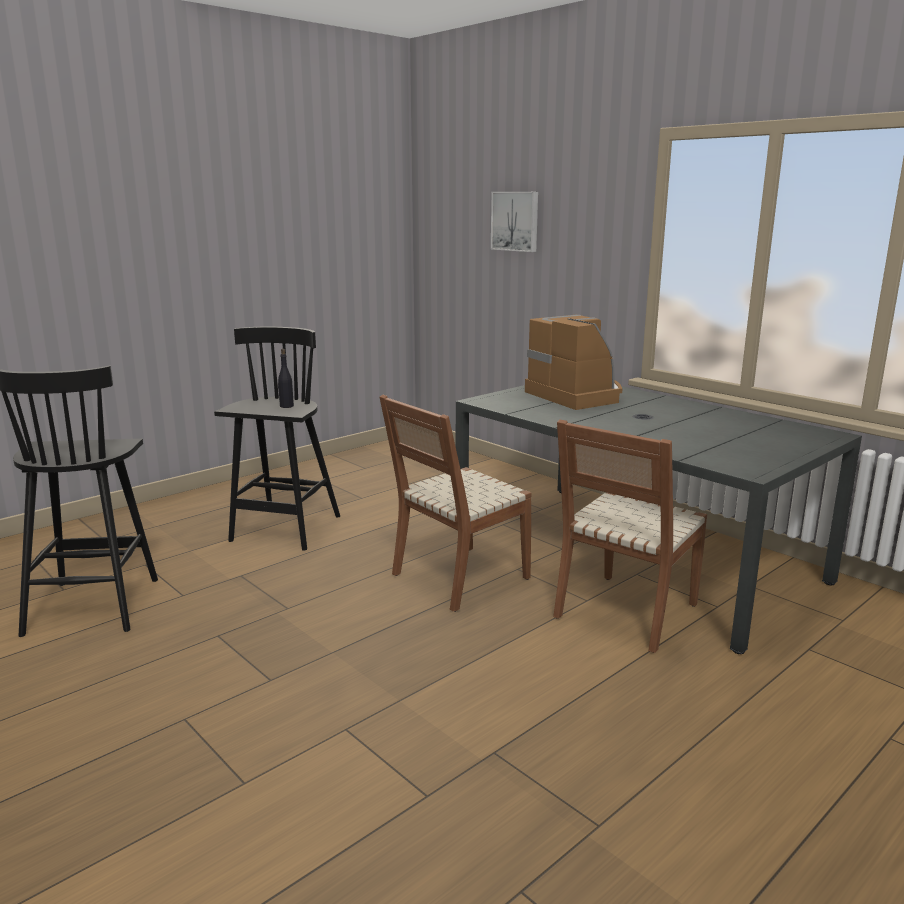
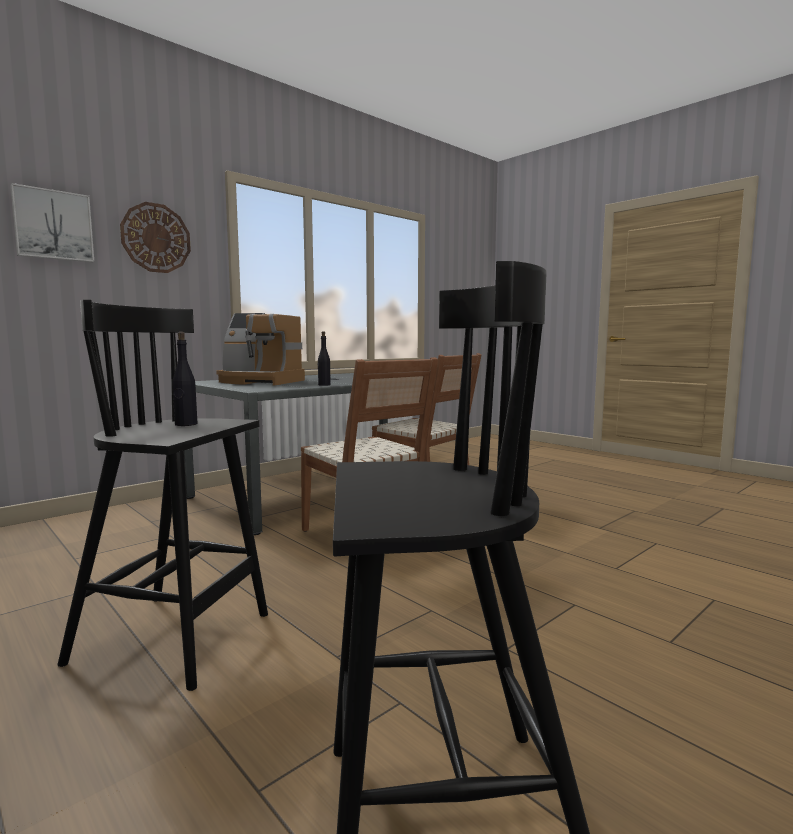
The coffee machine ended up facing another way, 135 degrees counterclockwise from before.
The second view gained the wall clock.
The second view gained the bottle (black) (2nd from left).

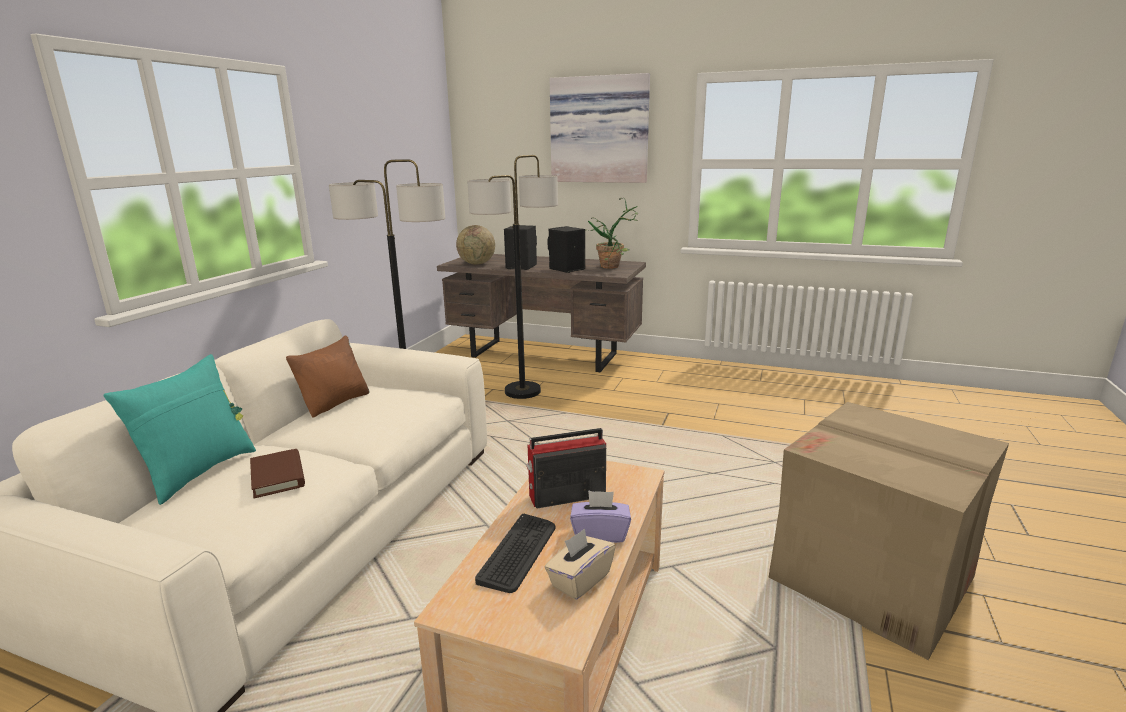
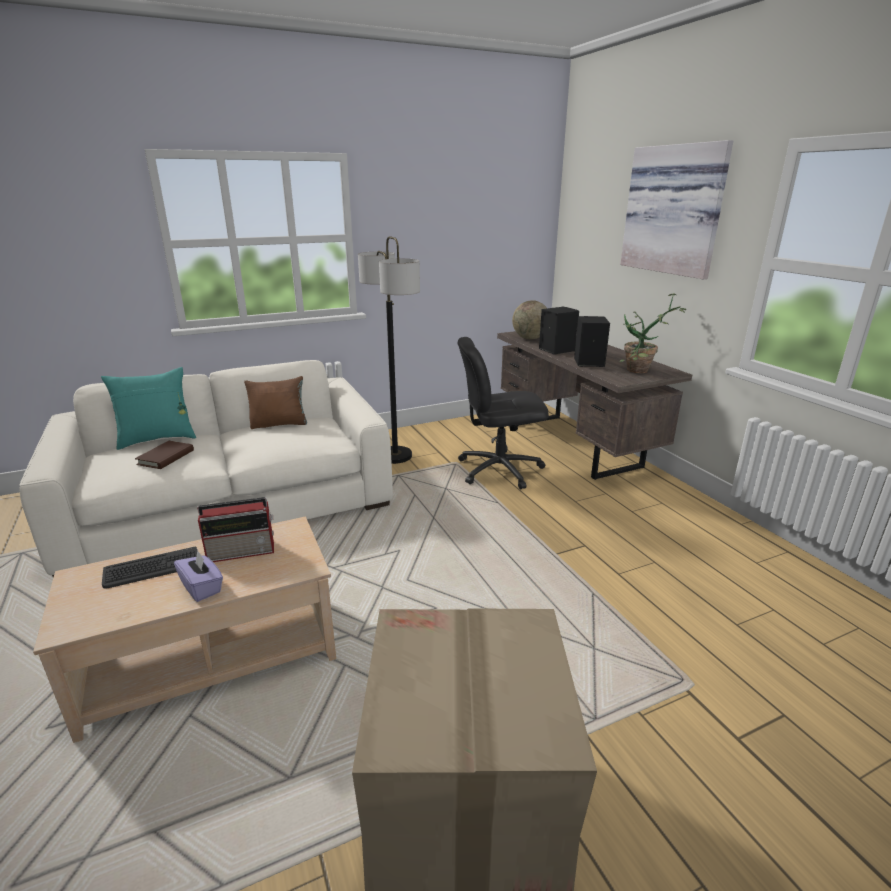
Where the floor lamp (2nd from left) stood, the office chair (black) came to stand.
The radio ended up facing another way, 135 degrees clockwise from before.
The second view lost the tissue box (beige).

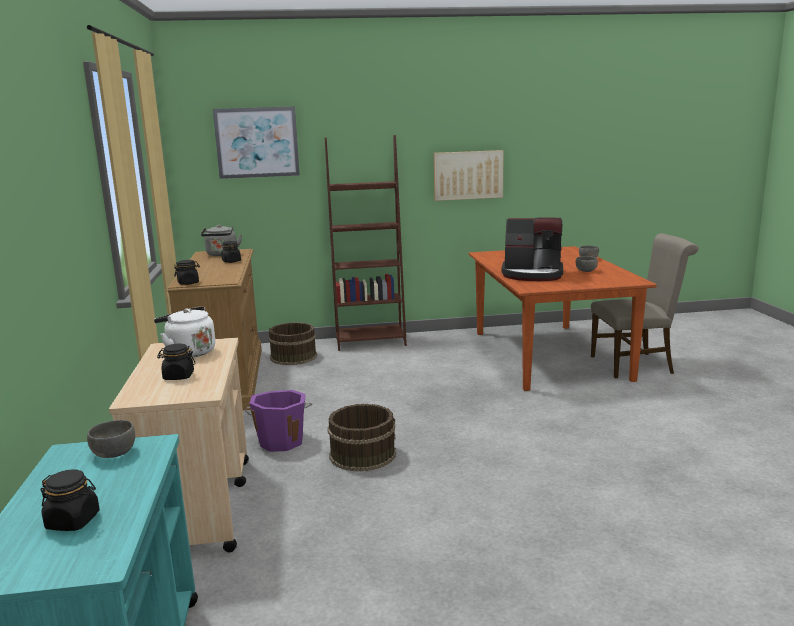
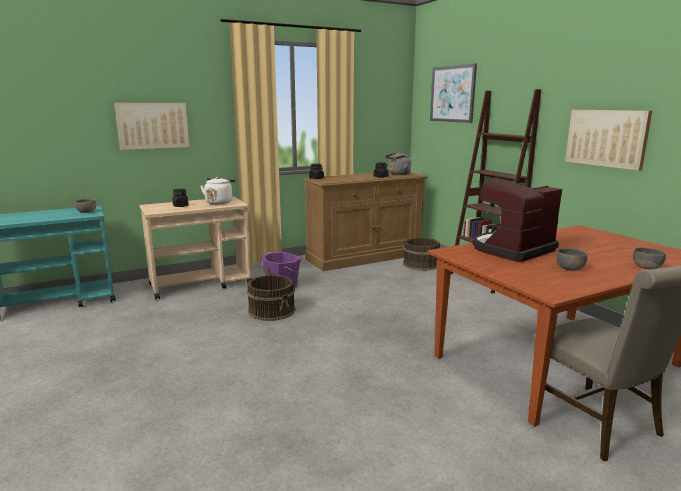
The second view lost the jar (black) (1st from left).
The coffee machine ended up facing another way, 60 degrees clockwise from before.
The second view gained the picture (1st from left).

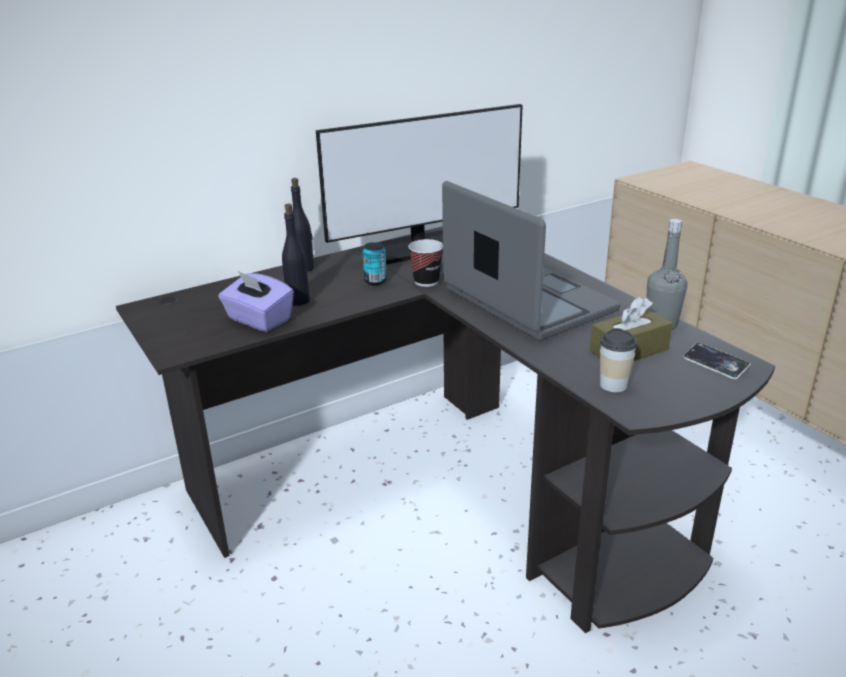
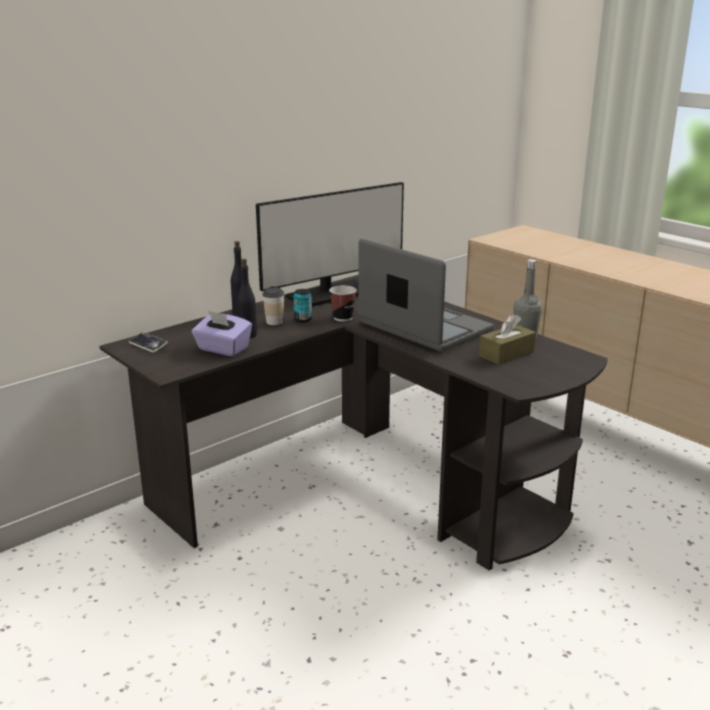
The cup (2nd from left in the first image) ended up elsewhere.
The phone ended up elsewhere.

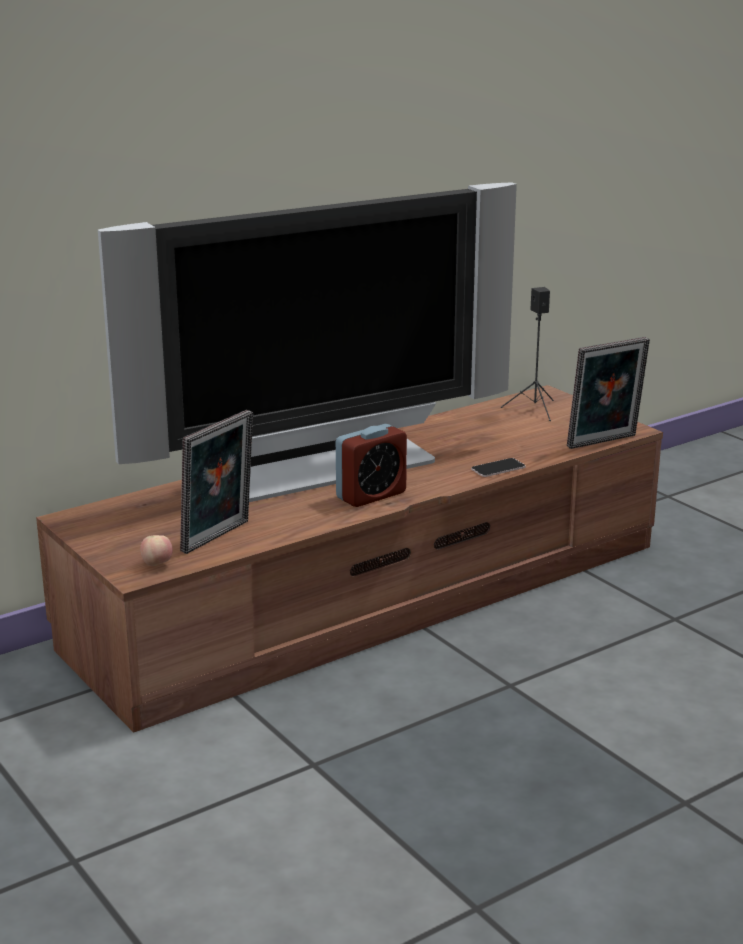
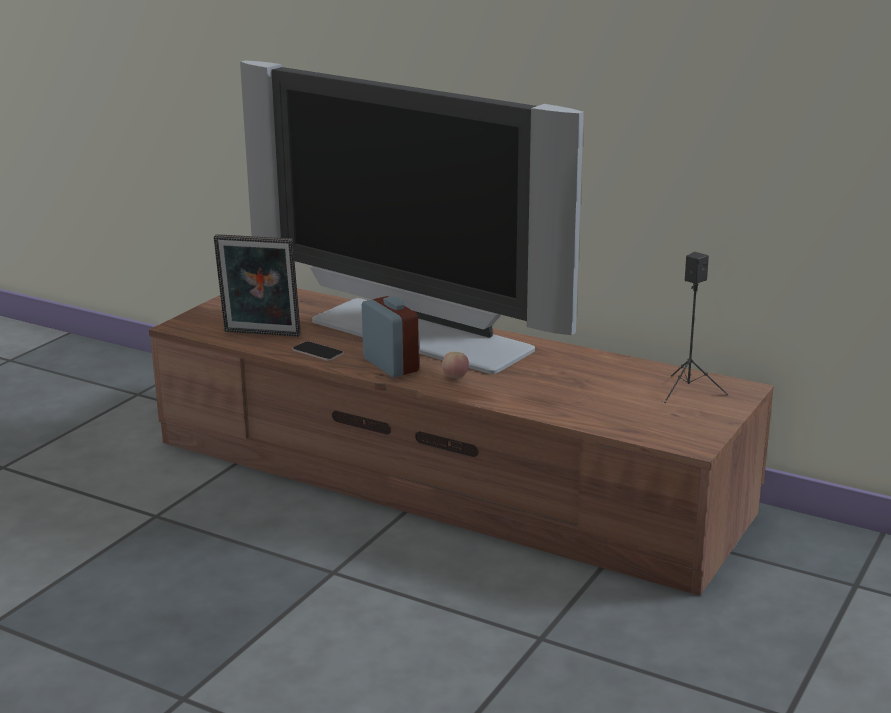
The apple ended up elsewhere.
The alarm clock ended up facing another way, 150 degrees counterclockwise from before.
The phone ended up elsewhere.
The second view lost the picture frame (2nd from left).

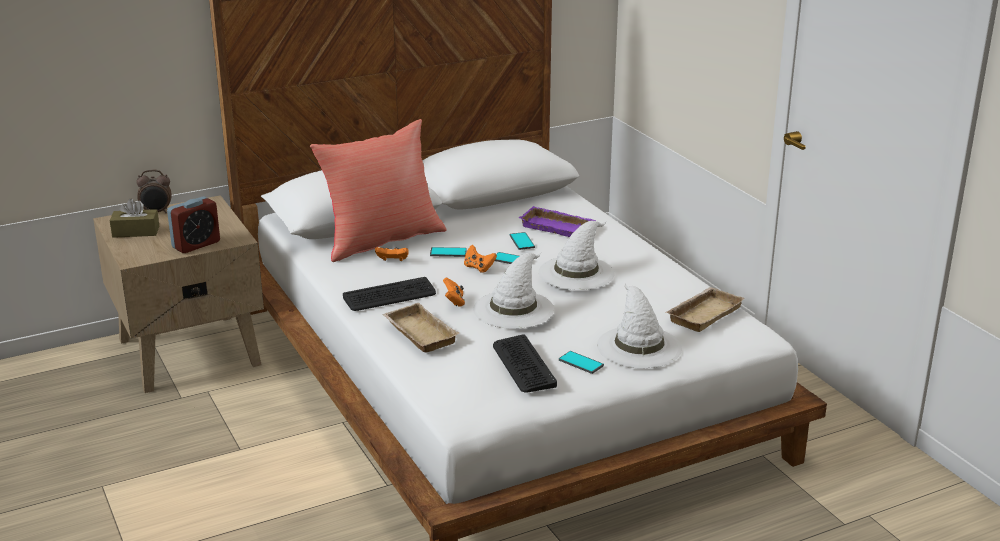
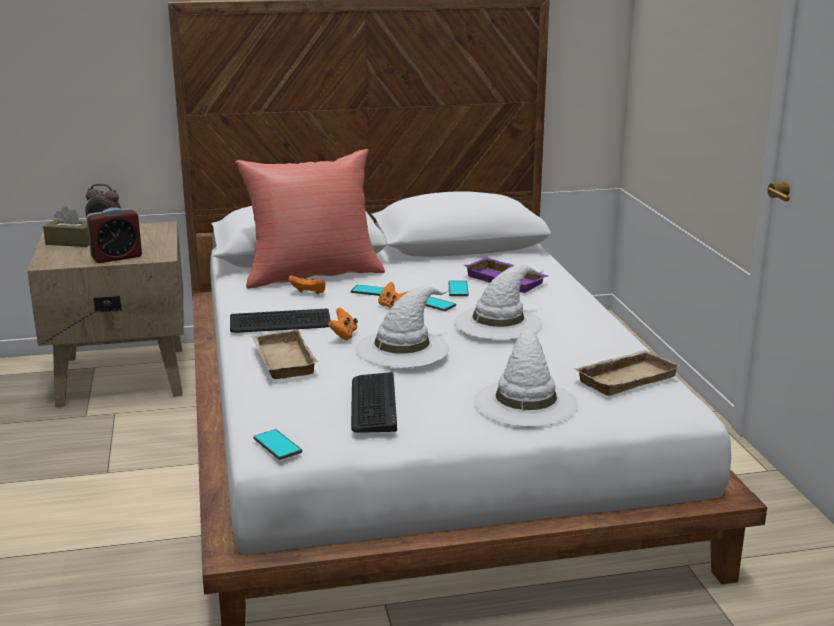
The phone (4th from left in the first image) ended up elsewhere.

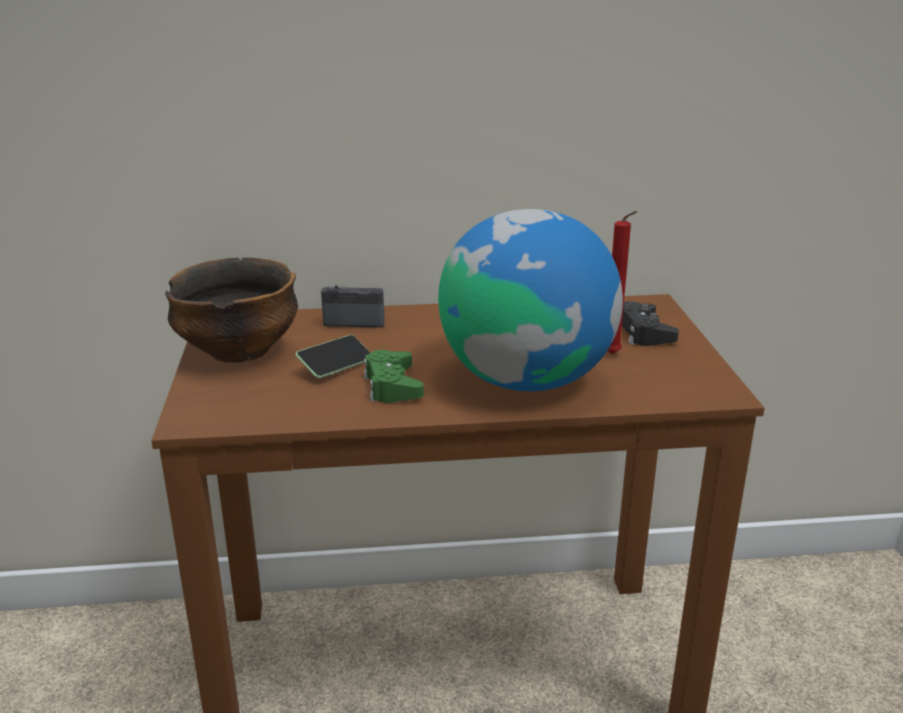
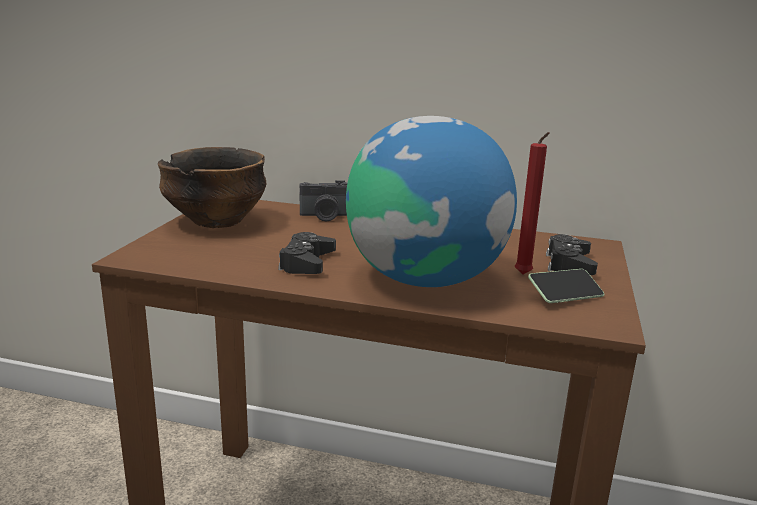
The phone ended up elsewhere.
The photo camera ended up facing another way, 150 degrees clockwise from before.
What was the game controller (green) turned into the game controller (black) (1st from left).

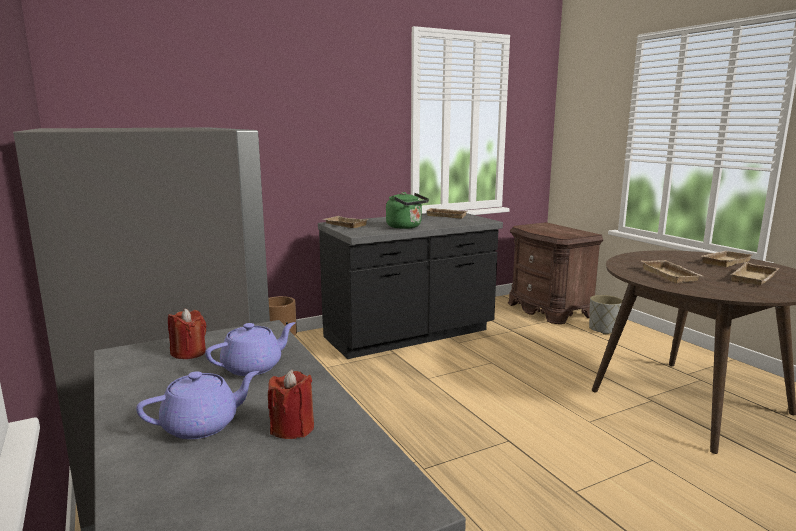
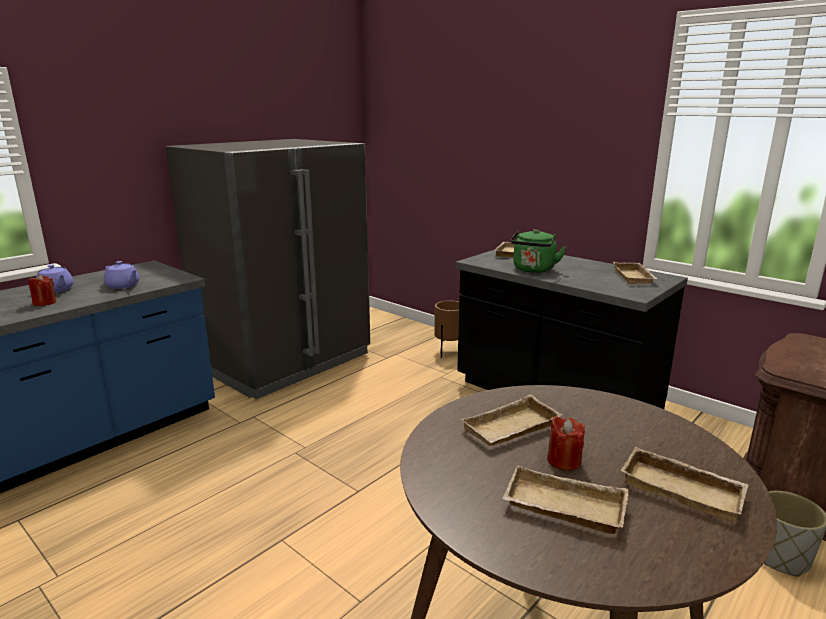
The candle (red) (1st from left in the first image) ended up elsewhere.

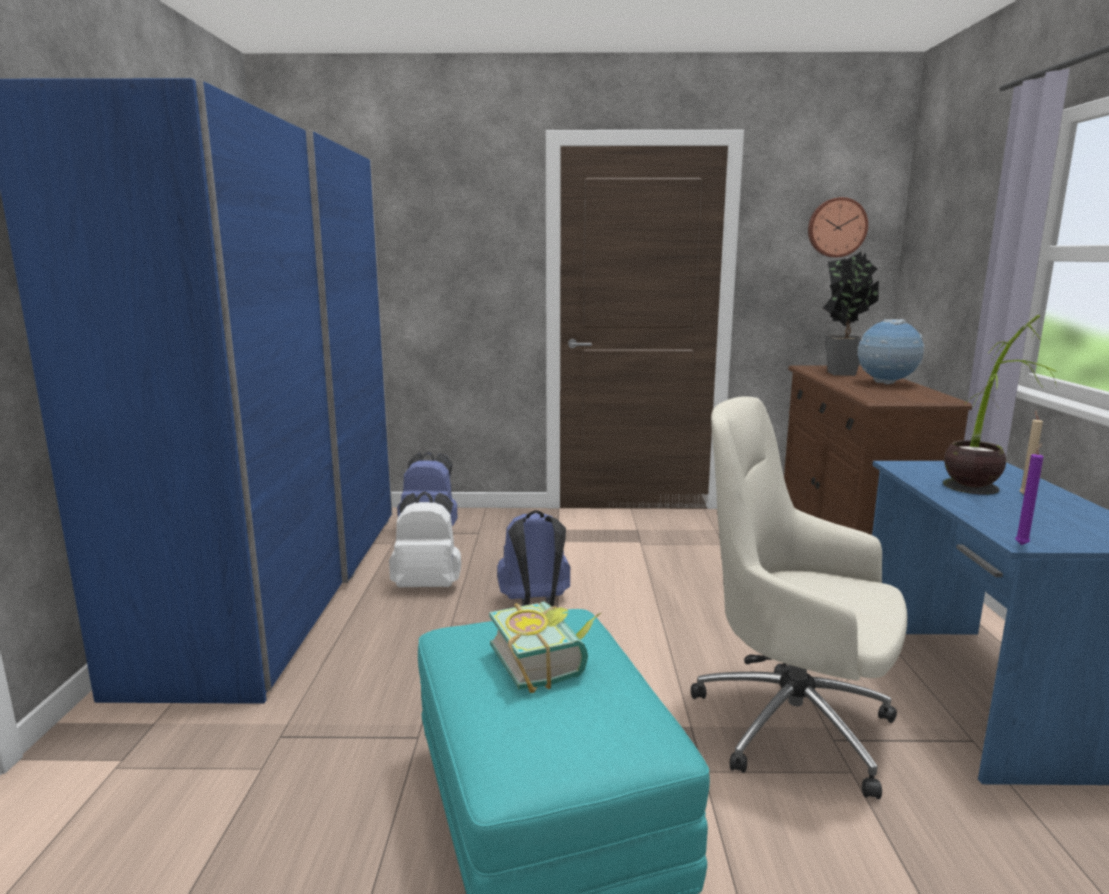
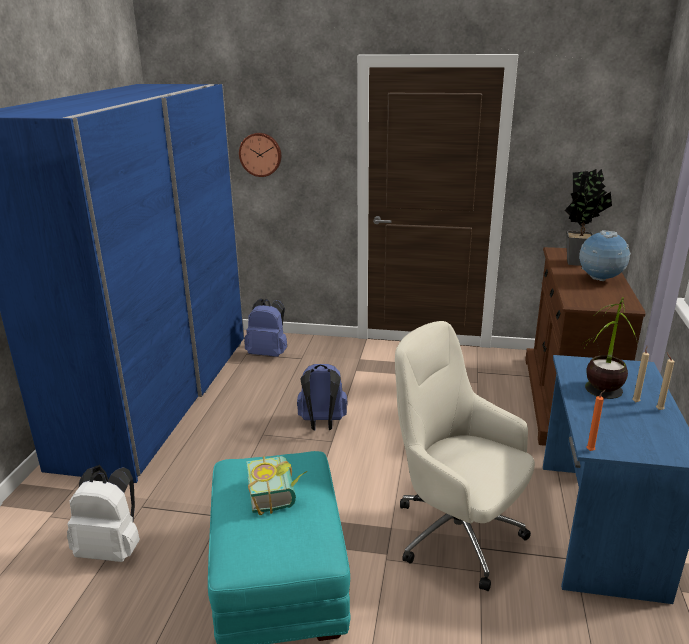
The backpack (white) ended up elsewhere.
The wall clock ended up elsewhere.
What was the candle (purple) turned into the candle (orange).
The second view gained the candle (beige) (2nd from left).

